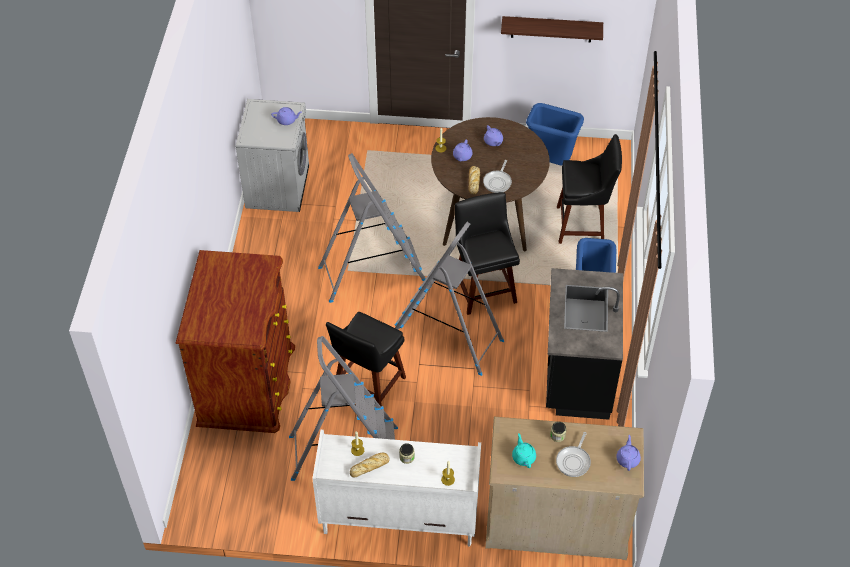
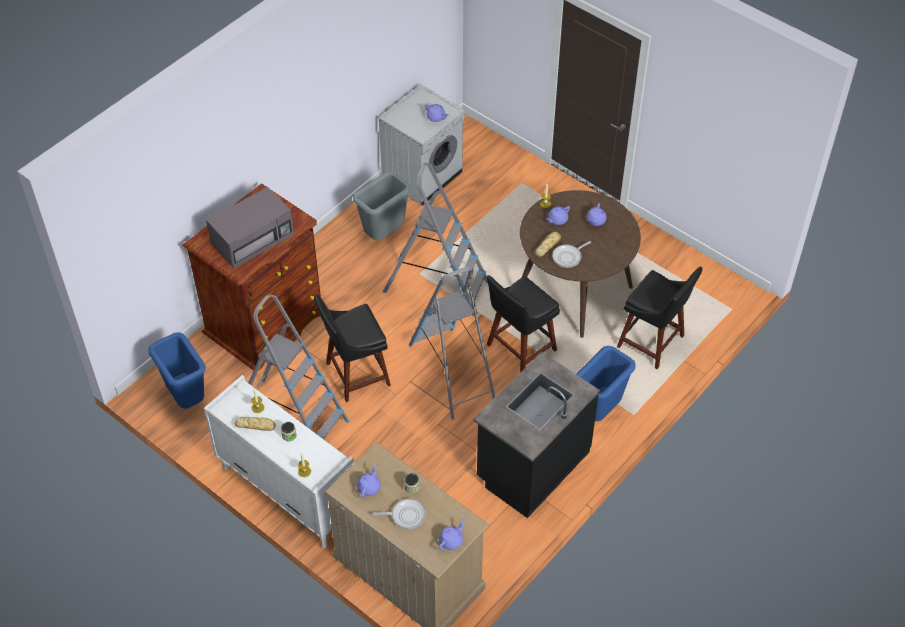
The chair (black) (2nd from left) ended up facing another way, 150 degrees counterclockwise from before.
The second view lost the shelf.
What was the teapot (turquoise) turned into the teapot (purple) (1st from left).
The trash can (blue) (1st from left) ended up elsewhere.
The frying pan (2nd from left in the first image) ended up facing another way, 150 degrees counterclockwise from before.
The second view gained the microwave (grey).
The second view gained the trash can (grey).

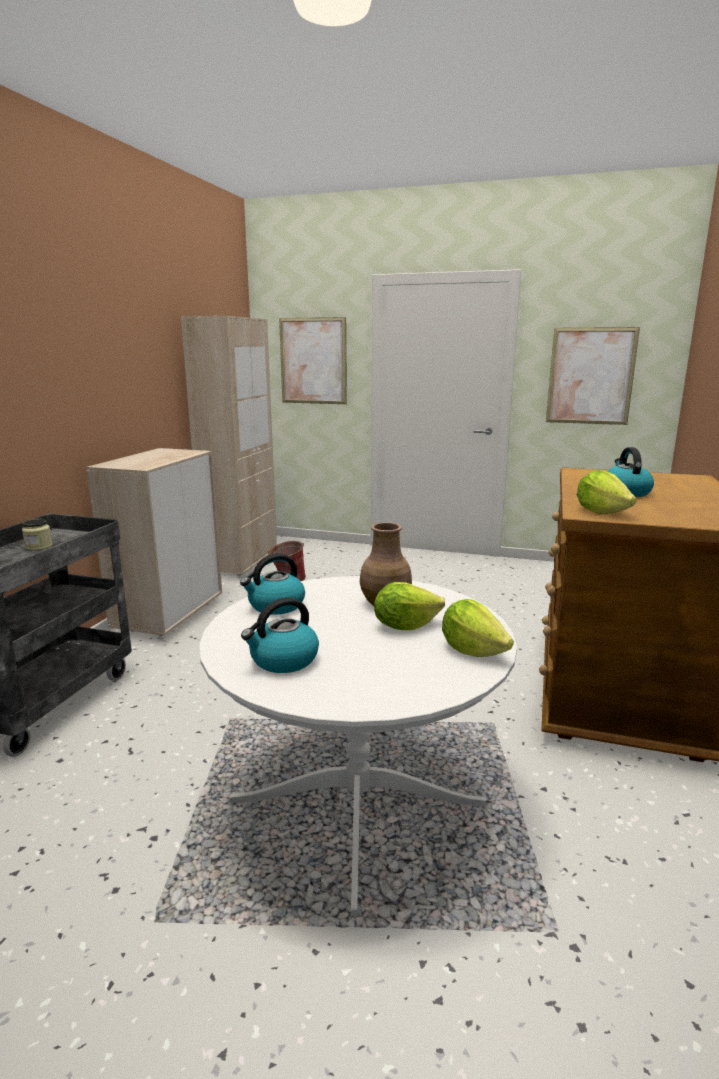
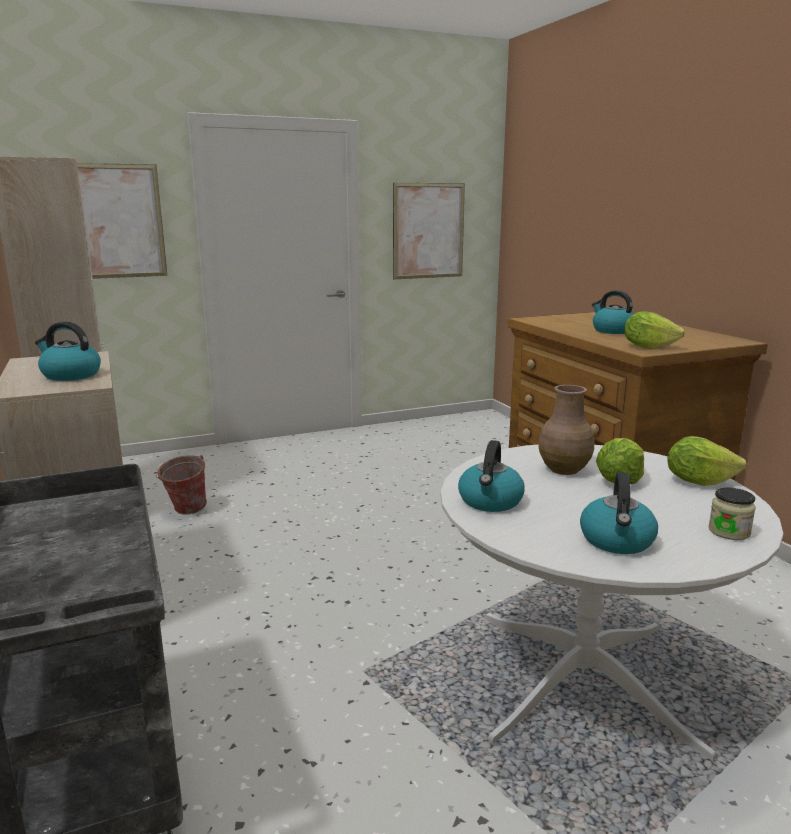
The jar ended up elsewhere.
The second view gained the kettle (1st from left).

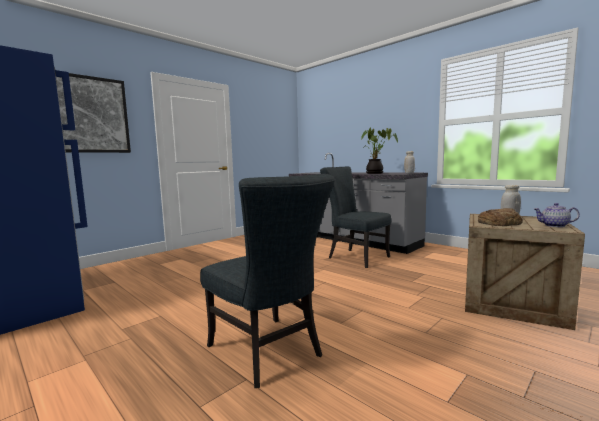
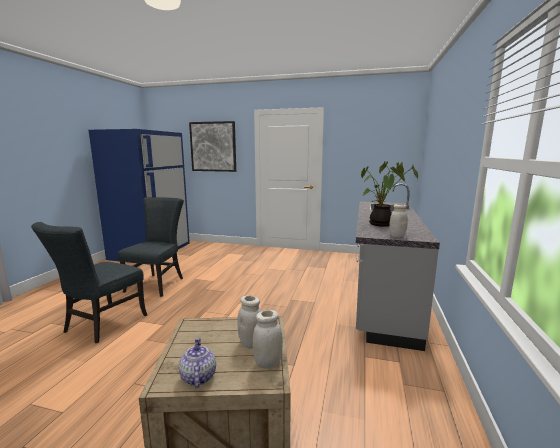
The chair (grey) (2nd from left) ended up elsewhere.
The second view lost the bread.
The second view gained the jar (white) (2nd from left).

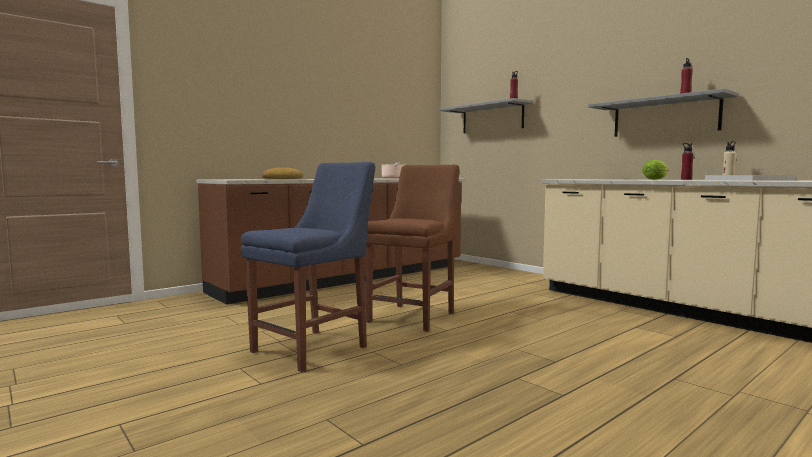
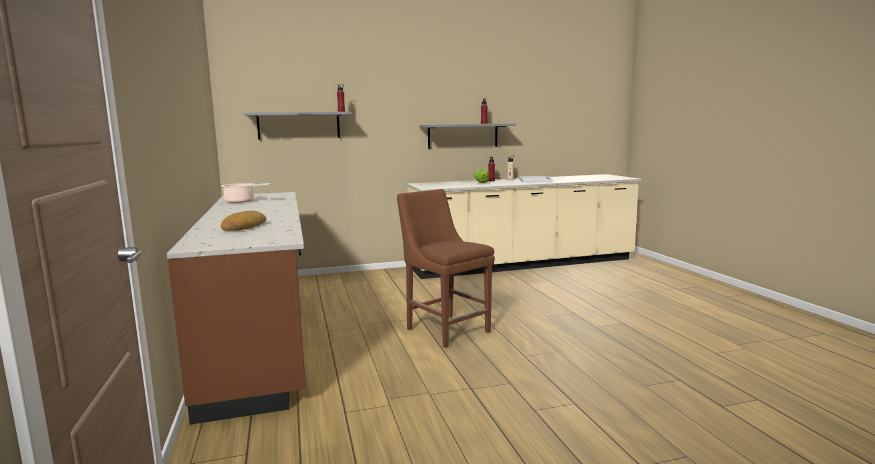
The second view lost the chair (blue).

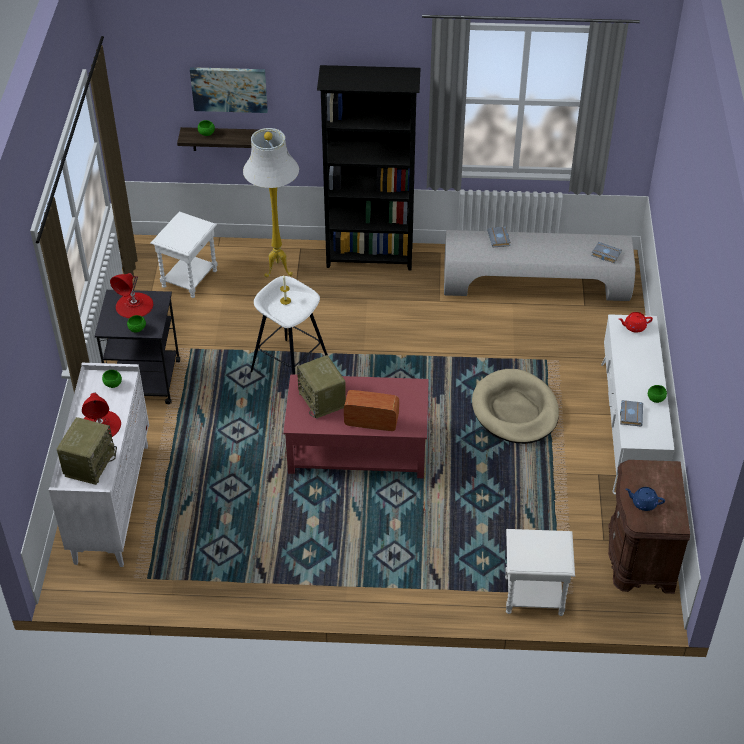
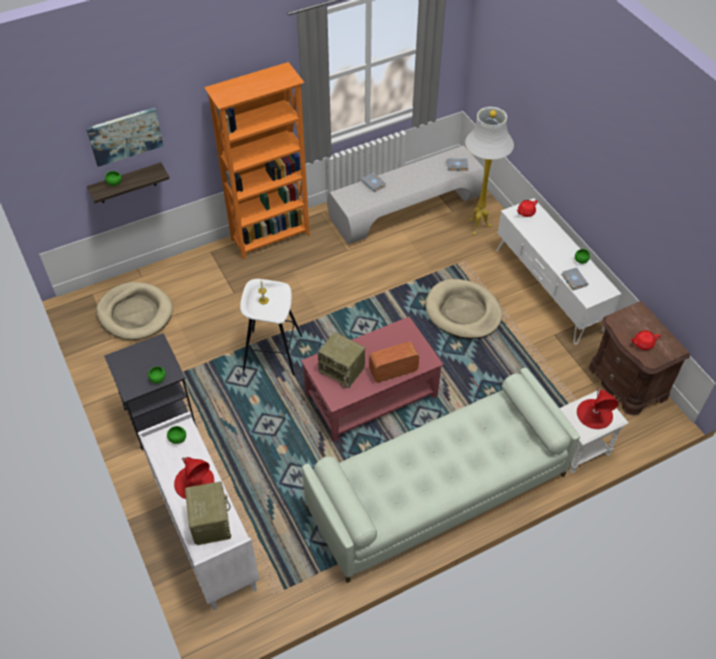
The table lamp (red) (2nd from left) ended up elsewhere.
Where the side table (white) (1st from left) stood, the dog bed (beige) (1st from left) came to stand.
The floor lamp (white) ended up elsewhere.
What was the bookcase (black) turned into the bookcase (orange).
What was the teapot (blue) turned into the teapot (red) (2nd from left).
The second view gained the sofa (white).

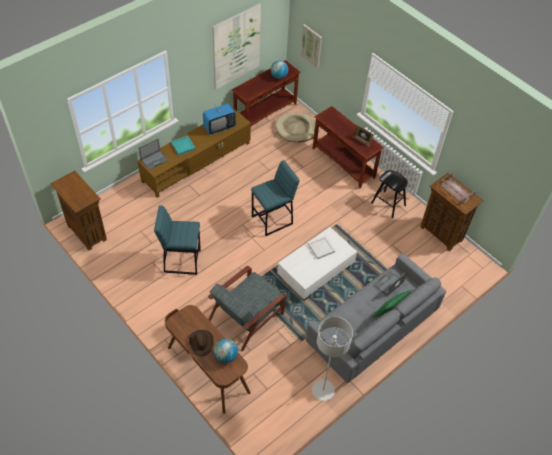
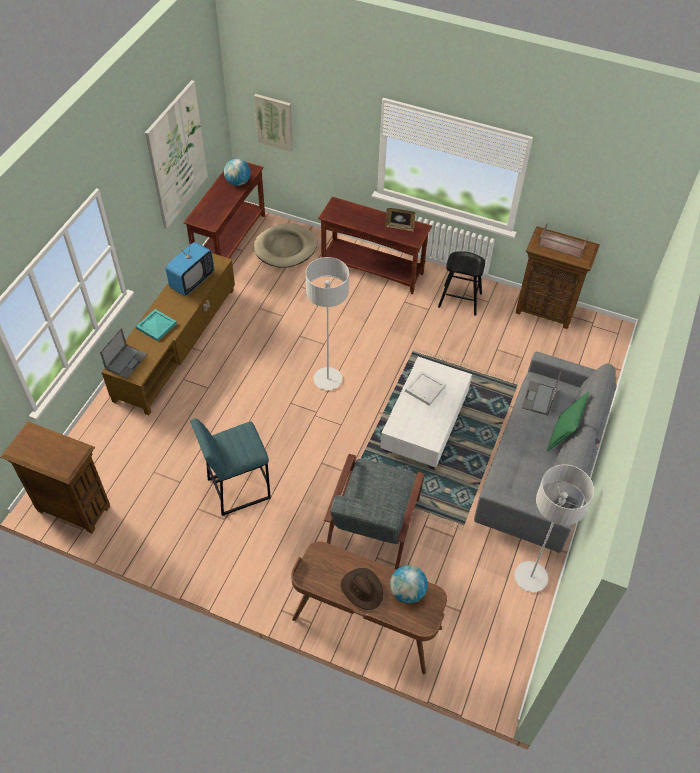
Where the stool (turquoise) (2nd from left) stood, the floor lamp (grey) (1st from left) came to stand.

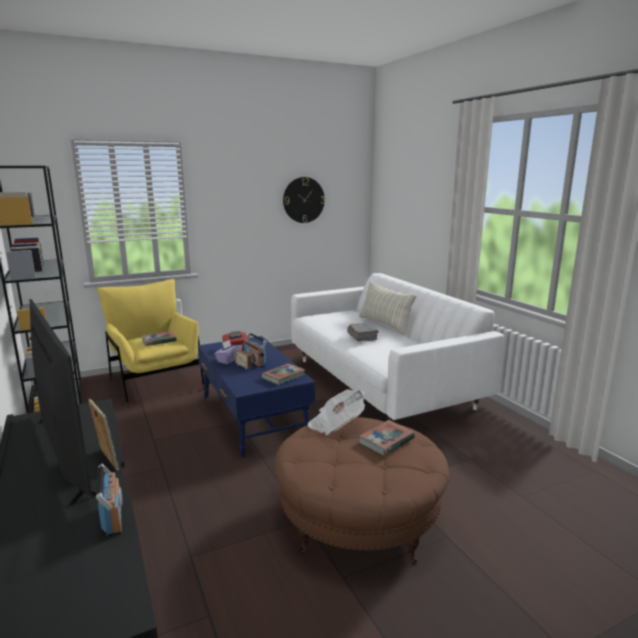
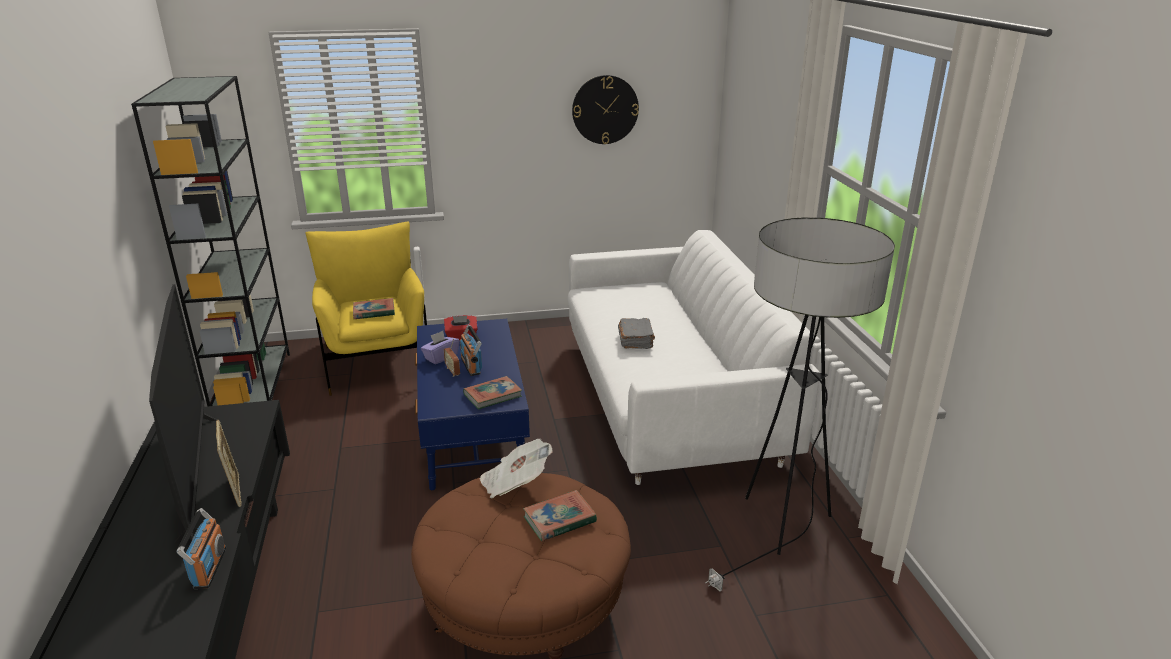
The second view lost the pillow.
The second view gained the floor lamp.

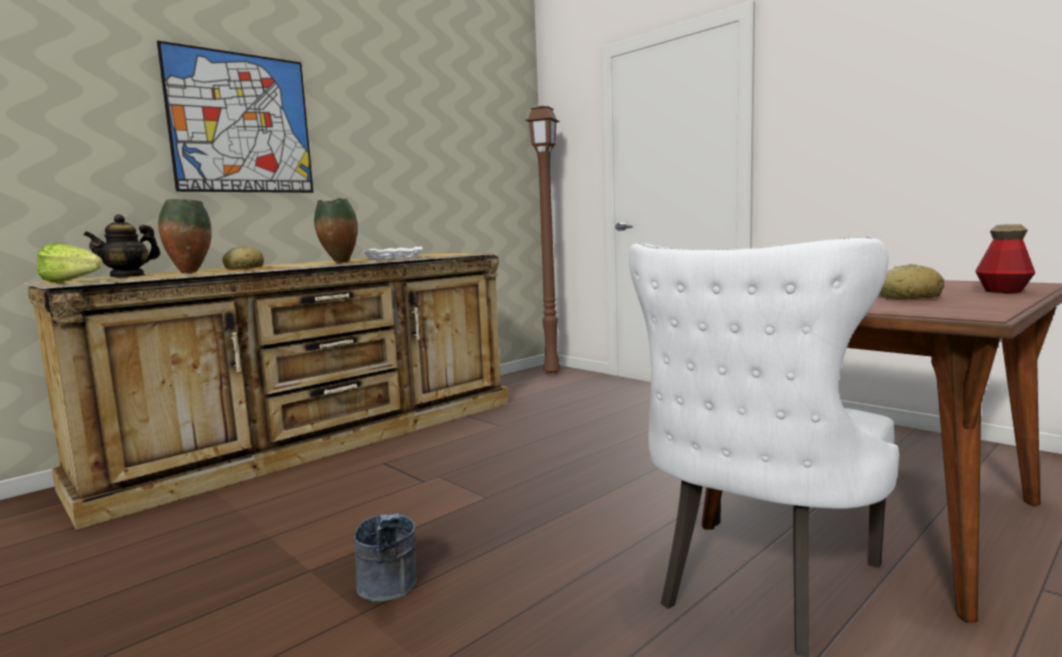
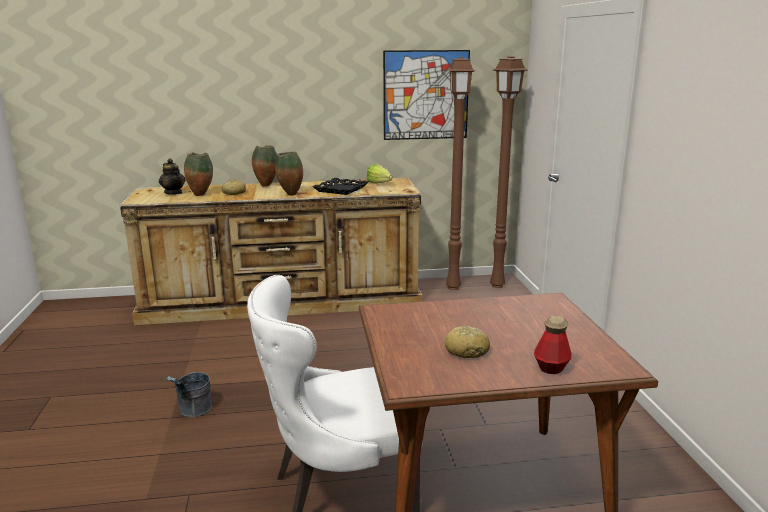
The lettuce ended up elsewhere.
The teapot ended up facing another way, 105 degrees counterclockwise from before.
The picture ended up elsewhere.
What was the tray (white) turned into the tray (black).
The second view gained the vase (2nd from left).
The second view gained the floor lamp (brown) (1st from left).

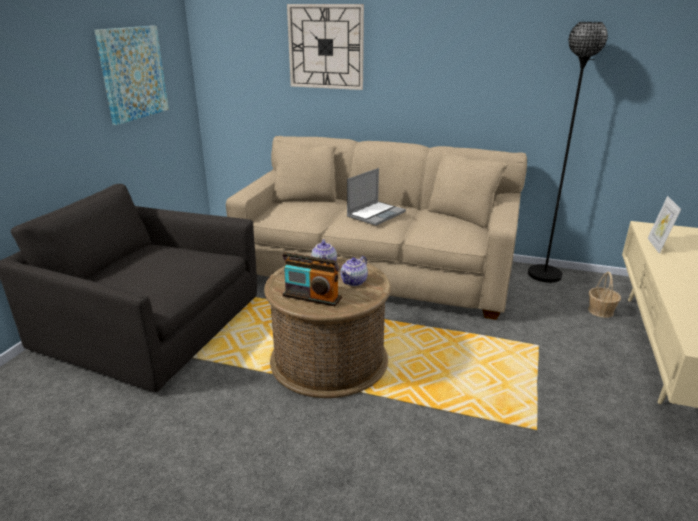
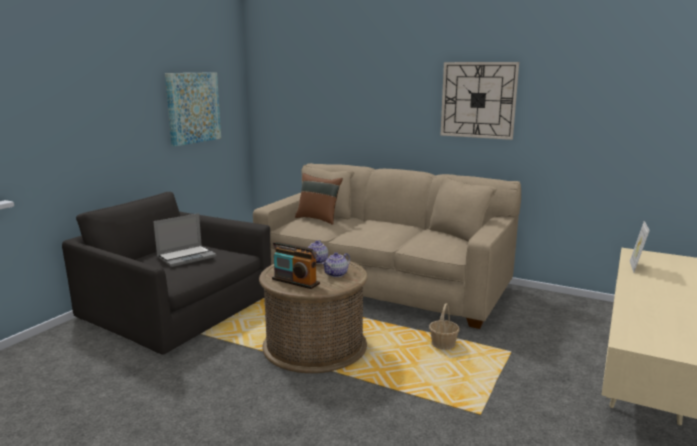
The wall clock ended up elsewhere.
The laptop ended up elsewhere.
The second view lost the floor lamp (black).
The basket ended up elsewhere.
The second view gained the pillow (brown).

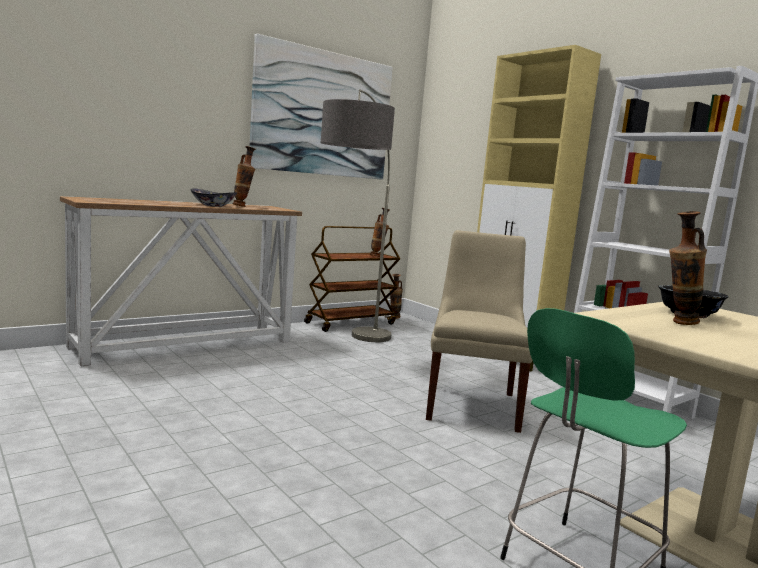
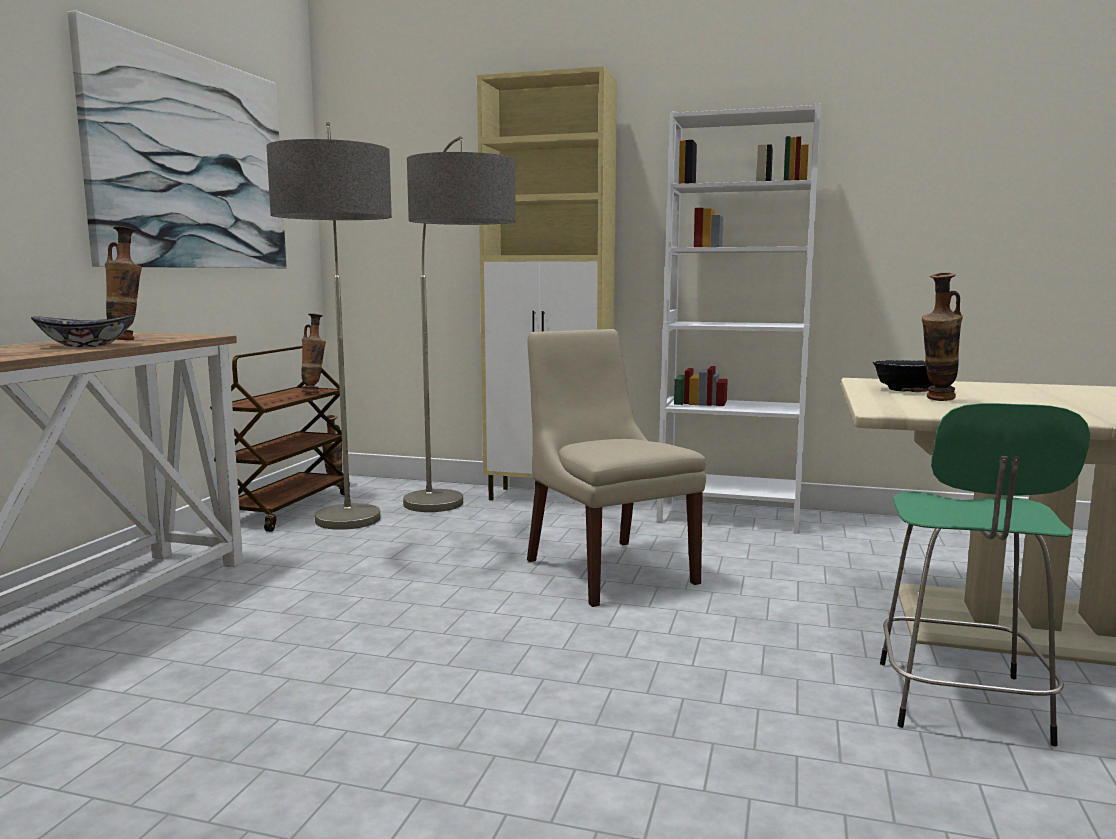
The second view gained the floor lamp (2nd from left).

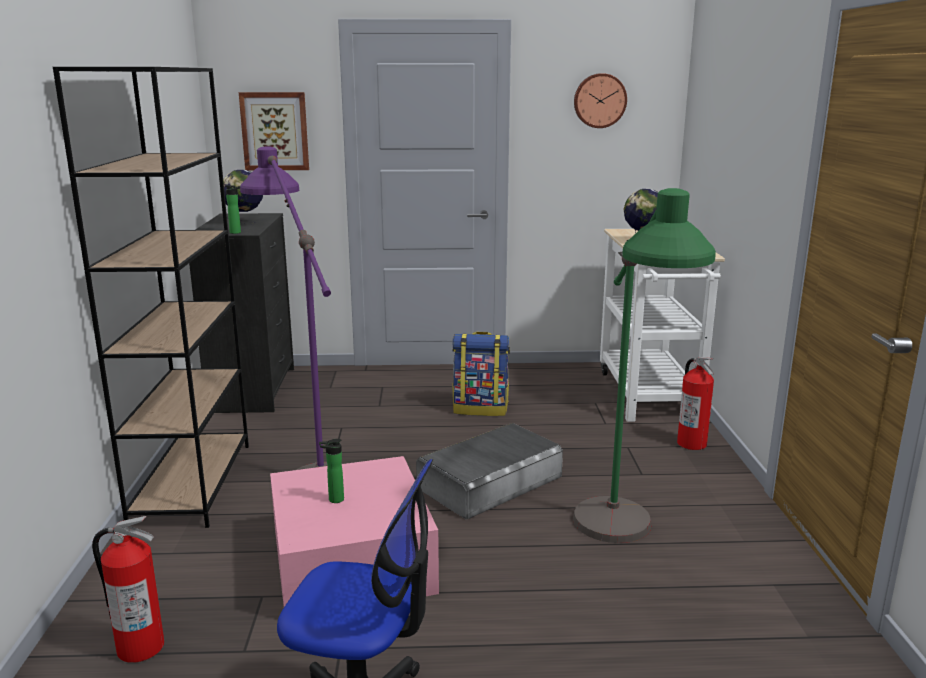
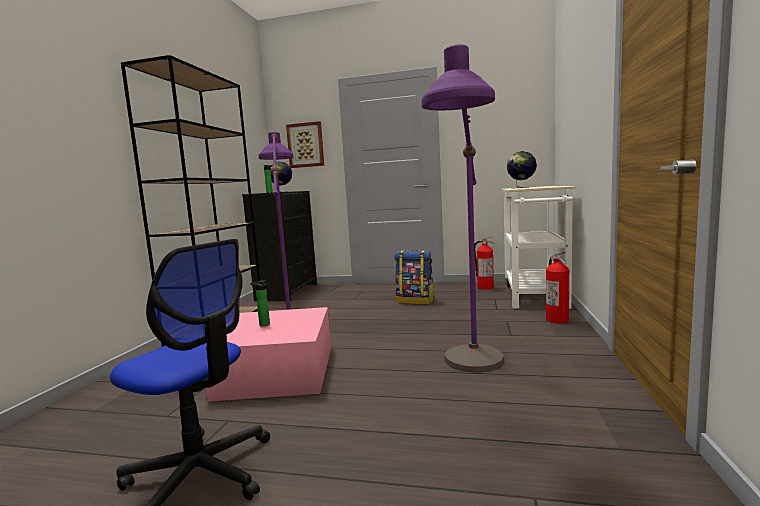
The fire extinguisher (1st from left) ended up elsewhere.
The second view lost the storage box (grey).
What was the floor lamp (green) turned into the floor lamp (purple) (2nd from left).
The second view lost the wall clock.

